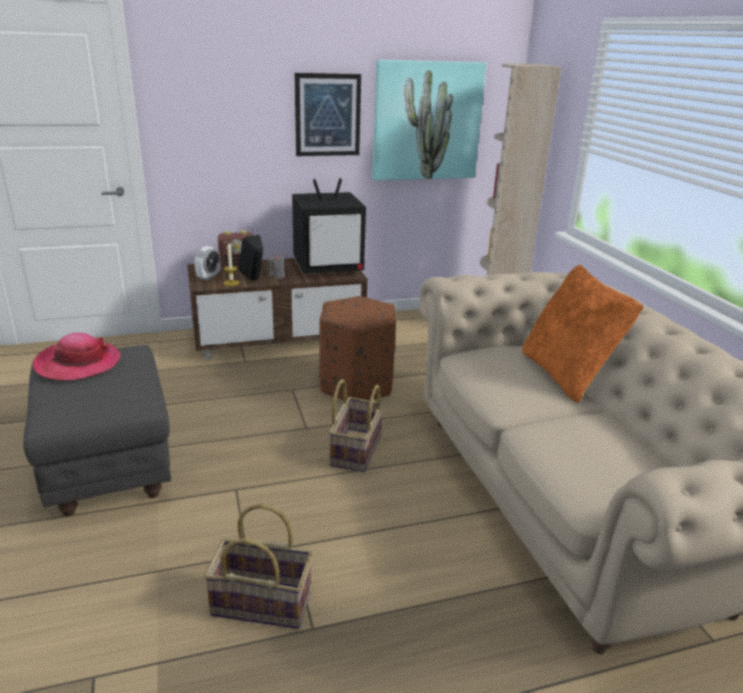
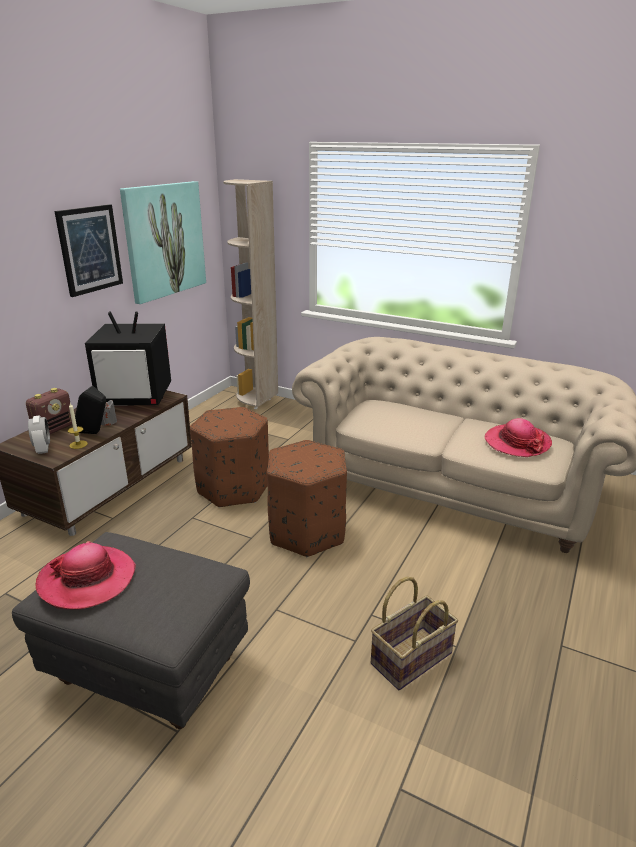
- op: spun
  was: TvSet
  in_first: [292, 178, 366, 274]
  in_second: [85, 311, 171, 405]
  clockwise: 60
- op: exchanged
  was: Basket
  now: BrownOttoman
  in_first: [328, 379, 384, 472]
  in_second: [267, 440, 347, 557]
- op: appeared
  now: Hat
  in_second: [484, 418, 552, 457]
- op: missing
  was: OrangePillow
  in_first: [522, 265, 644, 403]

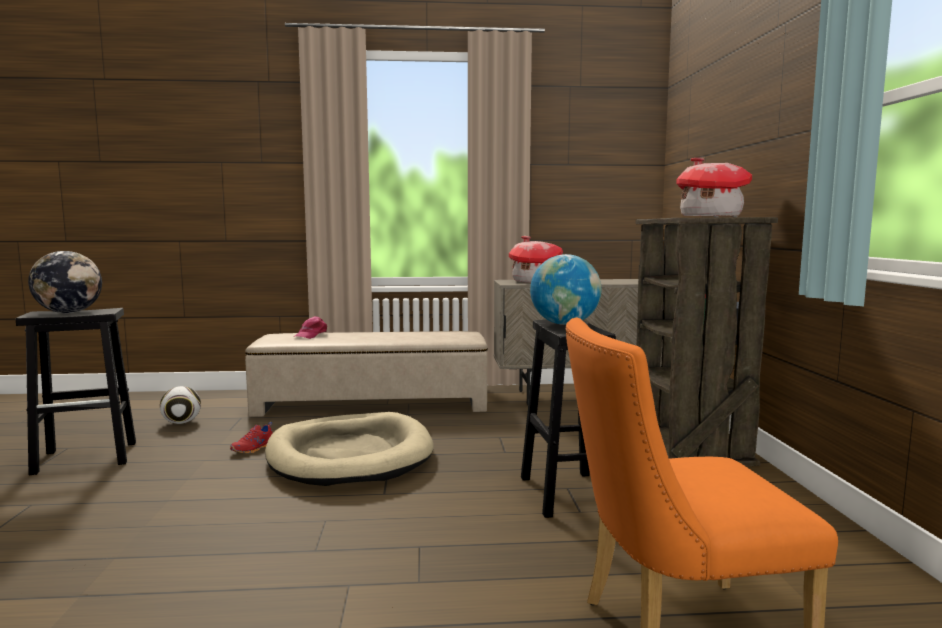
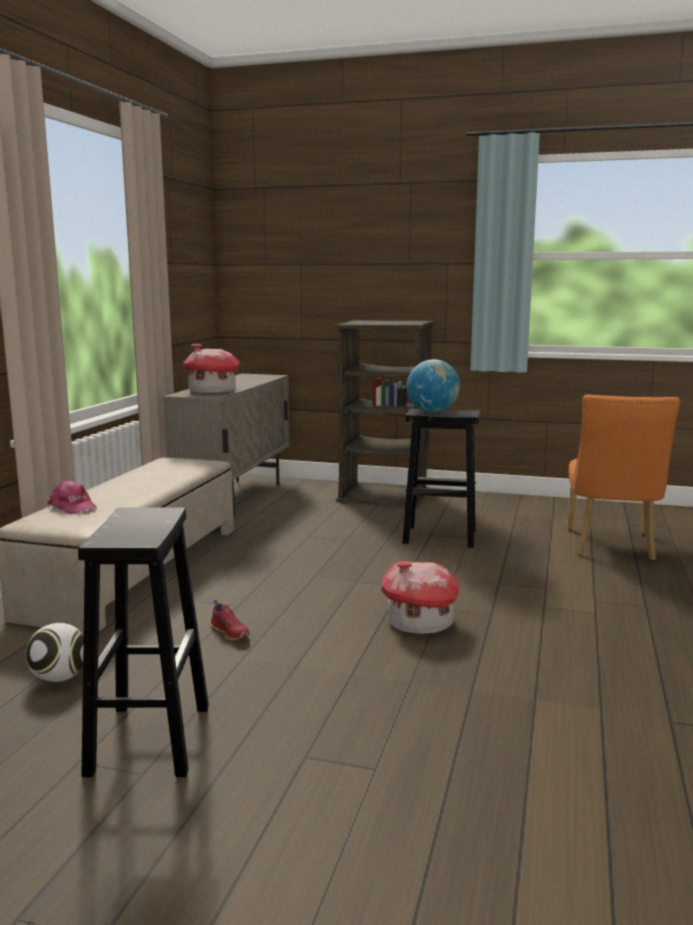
- op: relocated
  was: ModelHouse
  in_first: [676, 158, 752, 218]
  in_second: [382, 561, 459, 634]
- op: missing
  was: Globe
  in_first: [28, 251, 102, 313]
- op: missing
  was: BeigeColouredDogCushion
  in_first: [265, 412, 434, 486]

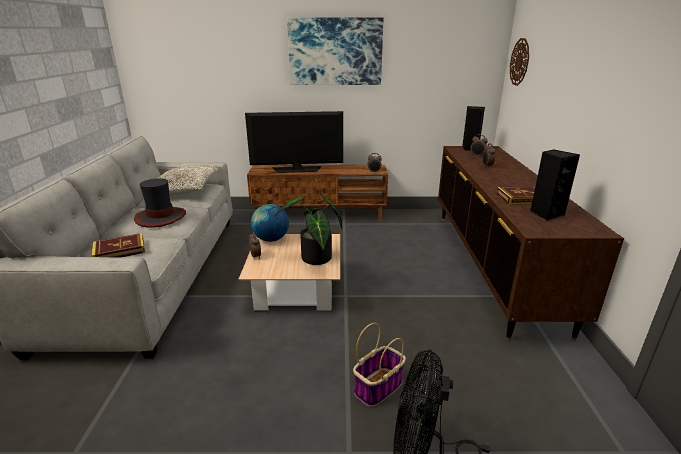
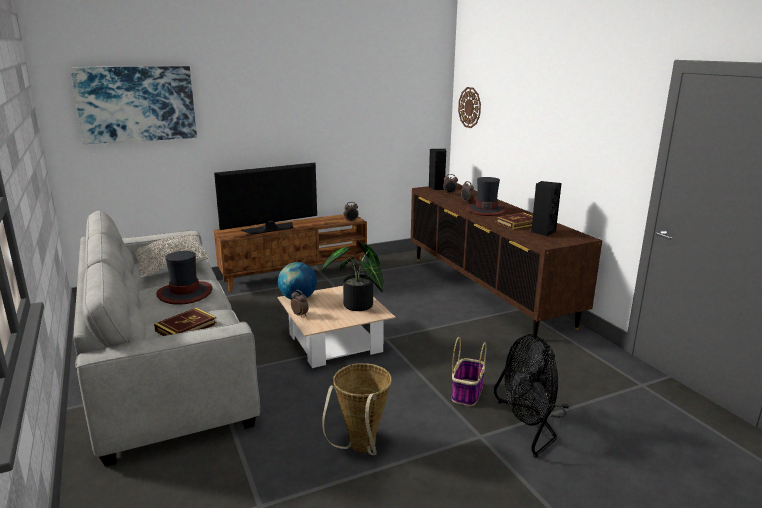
- op: relocated
  was: WallArt
  in_first: [287, 17, 384, 85]
  in_second: [70, 66, 197, 144]
- op: appeared
  now: Basket
  in_second: [322, 363, 392, 455]
- op: appeared
  now: Hat
  in_second: [466, 177, 508, 216]

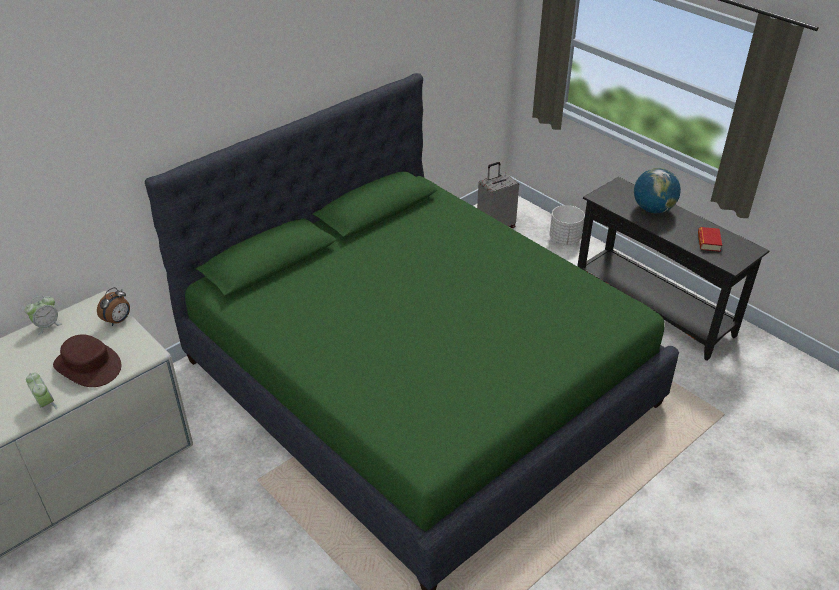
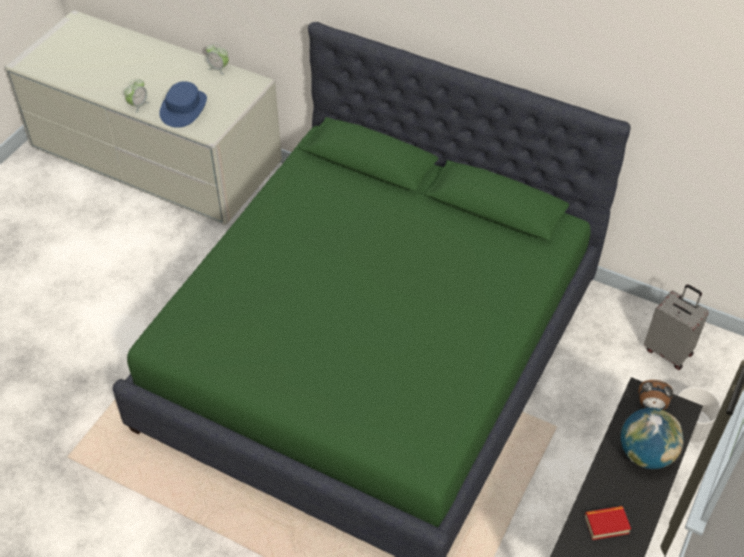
- op: colour
  was: BrownHat
  now: BlueColouredHat
  in_first: [53, 334, 121, 387]
  in_second: [159, 81, 207, 128]
- op: relocated
  was: AlarmClock
  in_first: [97, 287, 130, 326]
  in_second: [639, 380, 673, 410]

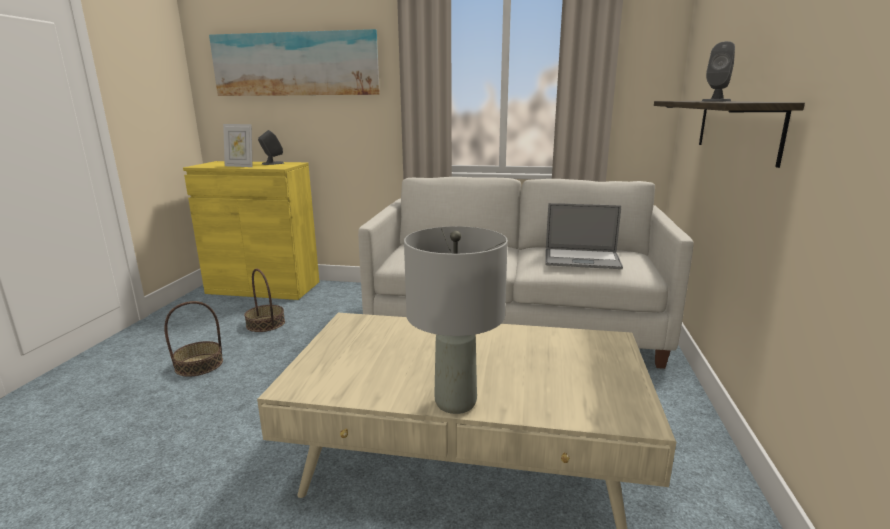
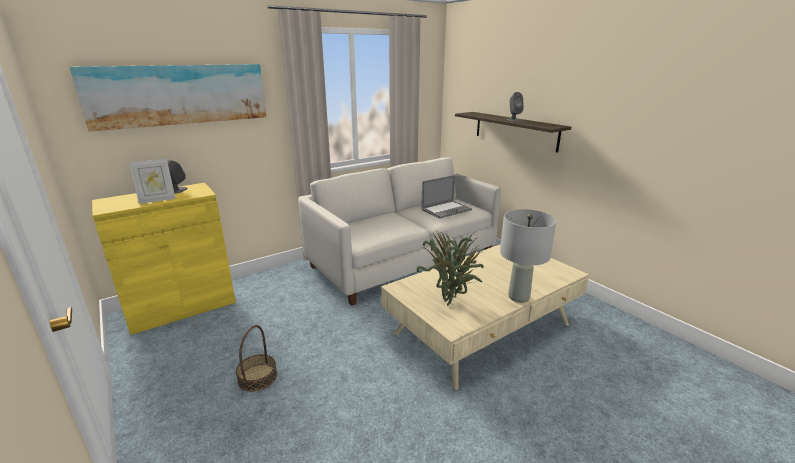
- op: appeared
  now: Houseplant
  in_second: [417, 229, 484, 305]
- op: missing
  was: Basket
  in_first: [244, 269, 285, 332]

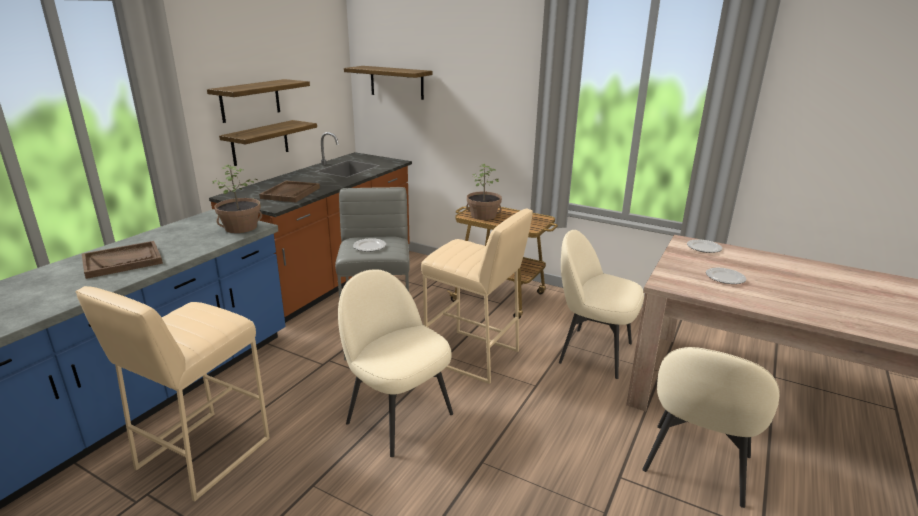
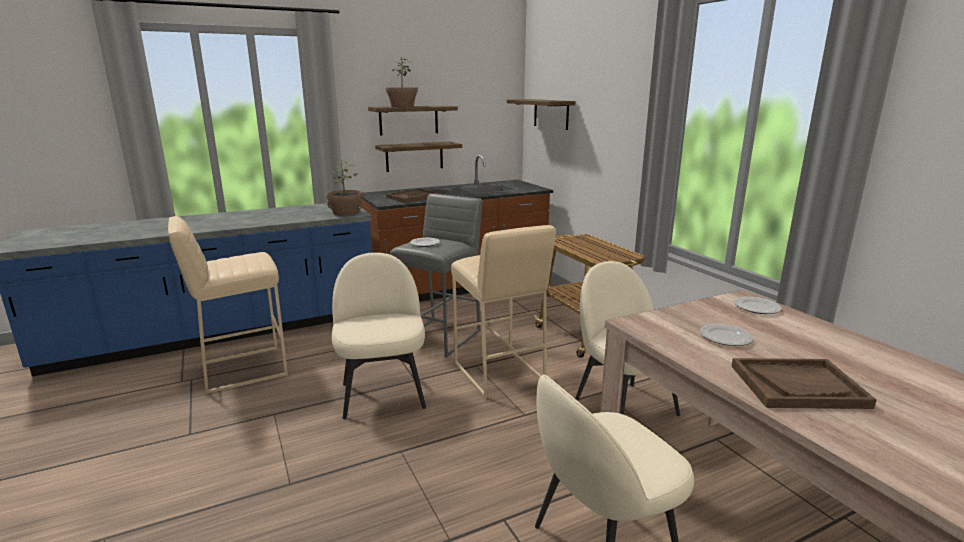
- op: relocated
  was: Houseplant
  in_first: [466, 164, 502, 220]
  in_second: [386, 57, 418, 107]
- op: relocated
  was: BrownCarryingTray
  in_first: [82, 241, 163, 279]
  in_second: [731, 358, 877, 409]

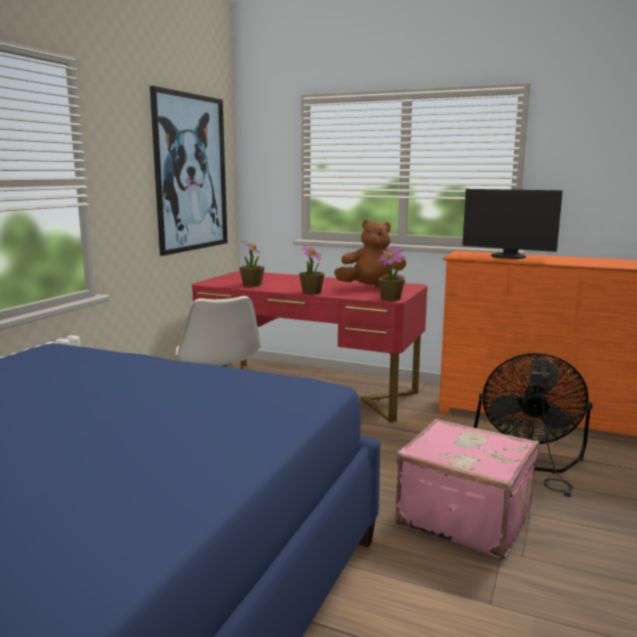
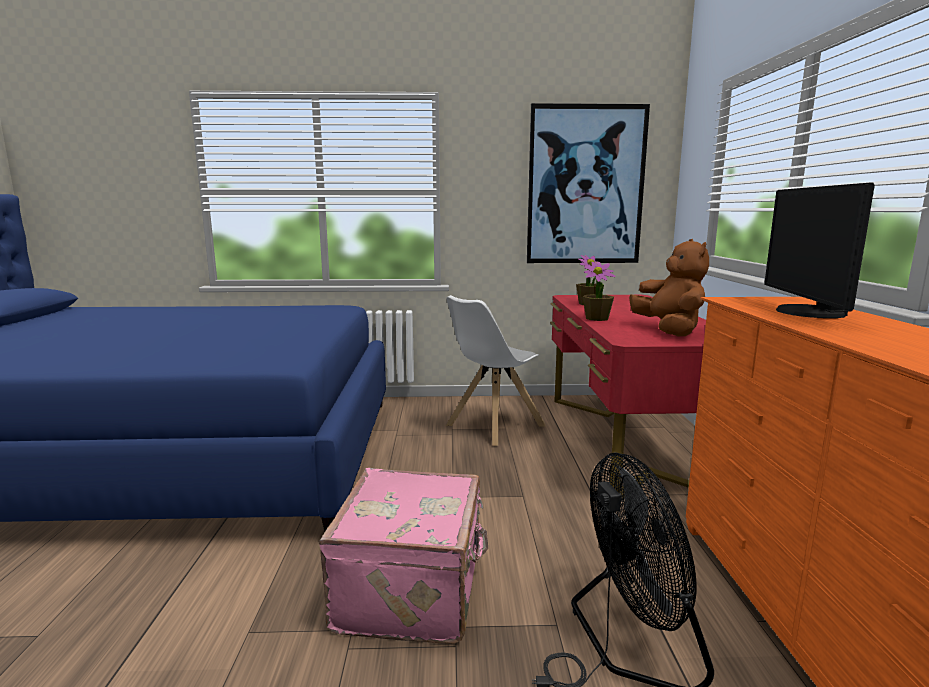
- op: missing
  was: Houseplant
  in_first: [378, 247, 405, 301]

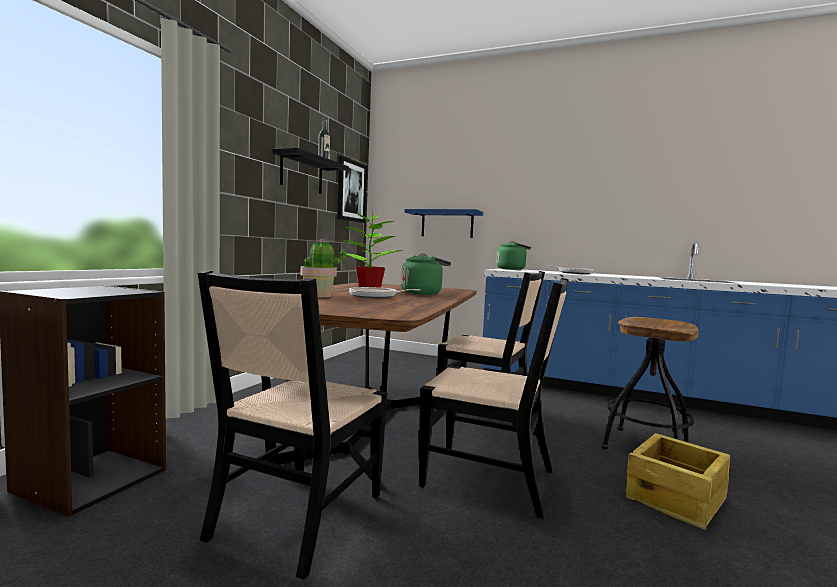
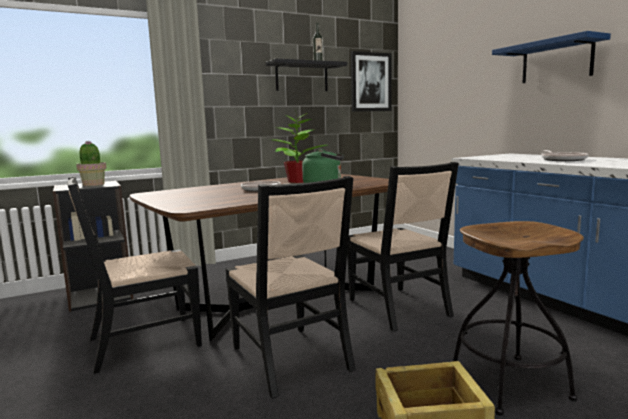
- op: relocated
  was: Houseplant
  in_first: [301, 238, 346, 297]
  in_second: [76, 141, 107, 186]
- op: relocated
  was: BlueColouredBracketShelf
  in_first: [404, 209, 483, 238]
  in_second: [492, 31, 611, 83]
- op: missing
  was: GreenishTeaKettle
  in_first: [497, 241, 531, 270]

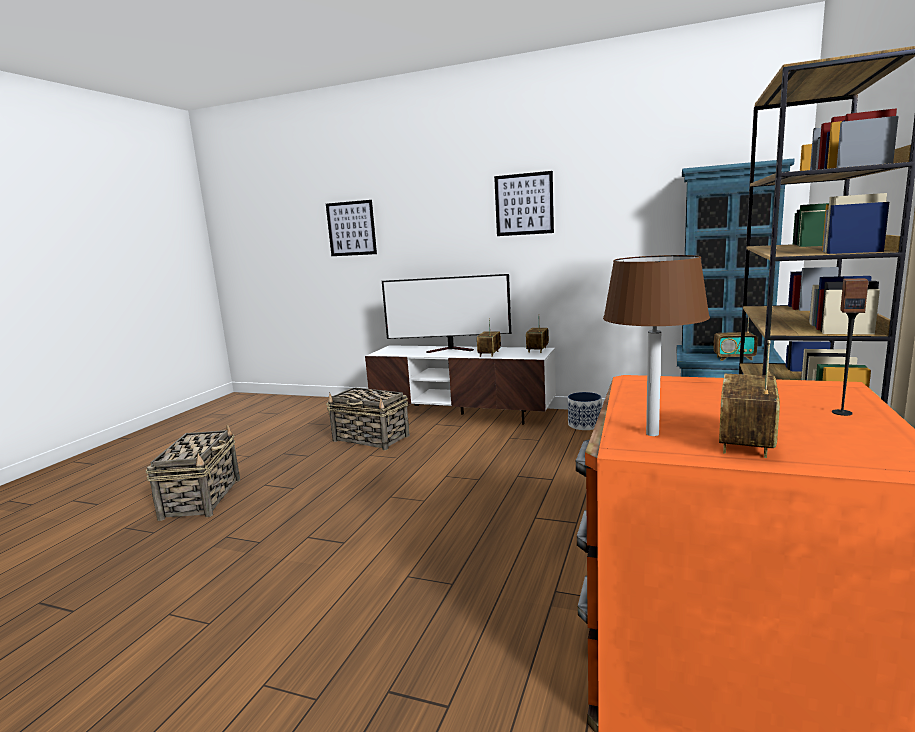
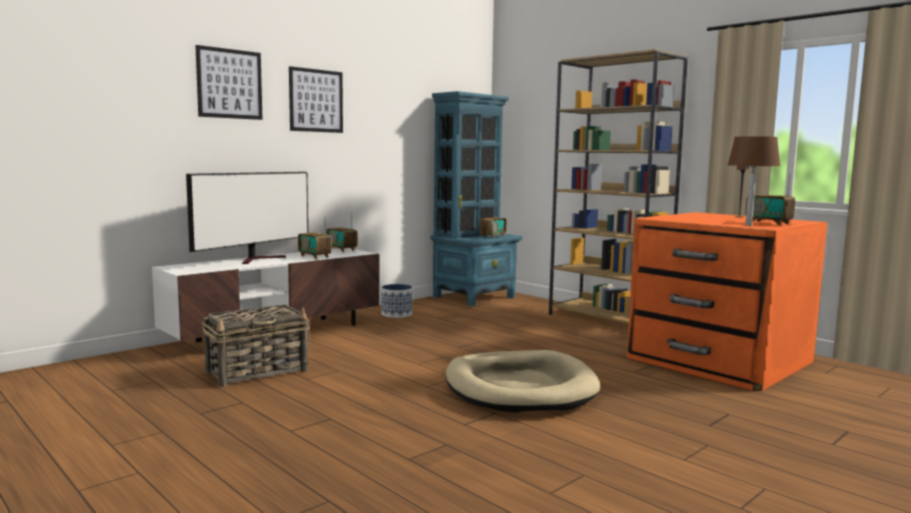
- op: relocated
  was: WallArt
  in_first: [326, 200, 377, 256]
  in_second: [195, 45, 262, 120]
- op: appeared
  now: BeigeColouredDogCushion
  in_second: [445, 350, 600, 413]
- op: missing
  was: Basket
  in_first: [146, 424, 240, 521]

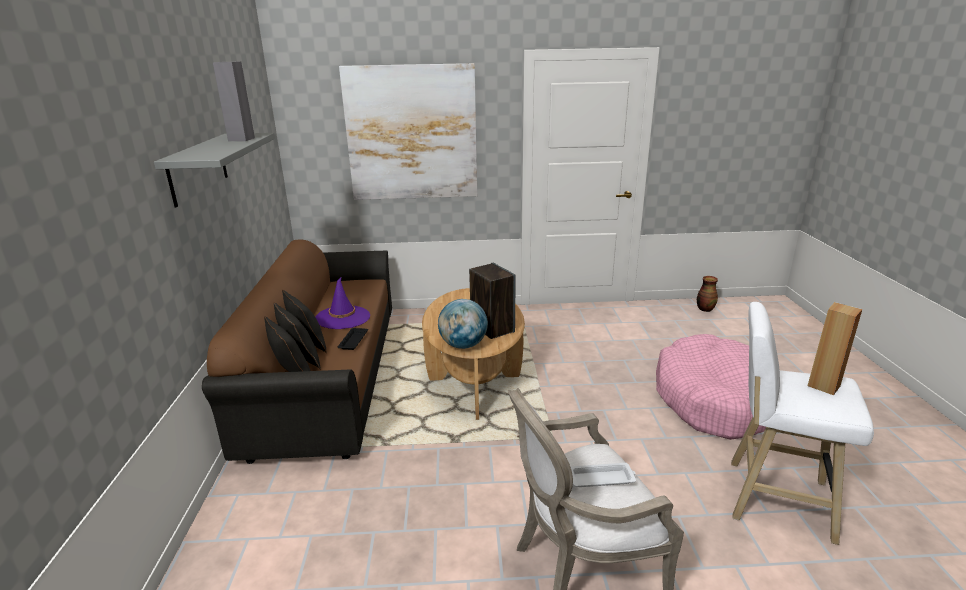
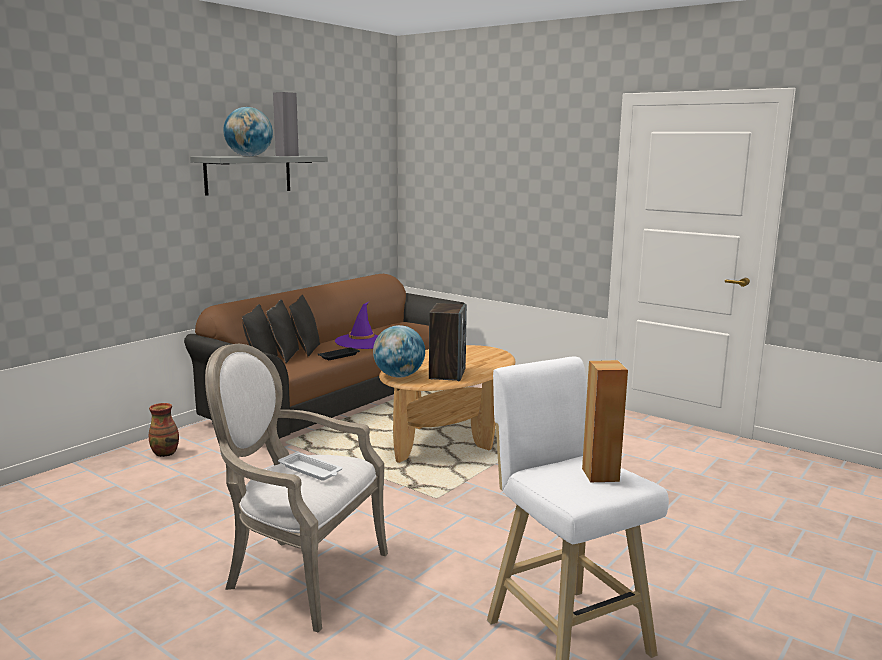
- op: relocated
  was: DecorativeVase
  in_first: [697, 276, 718, 312]
  in_second: [149, 403, 179, 457]
- op: appeared
  now: Globe
  in_second: [223, 107, 273, 156]
- op: missing
  was: WallArt
  in_first: [339, 63, 477, 200]
- op: missing
  was: PinkColouredDogCushion
  in_first: [656, 334, 766, 440]

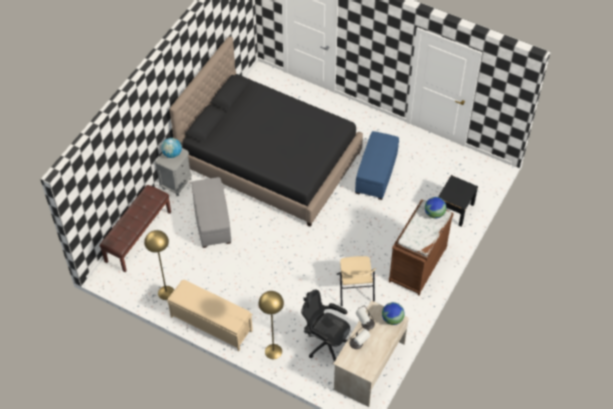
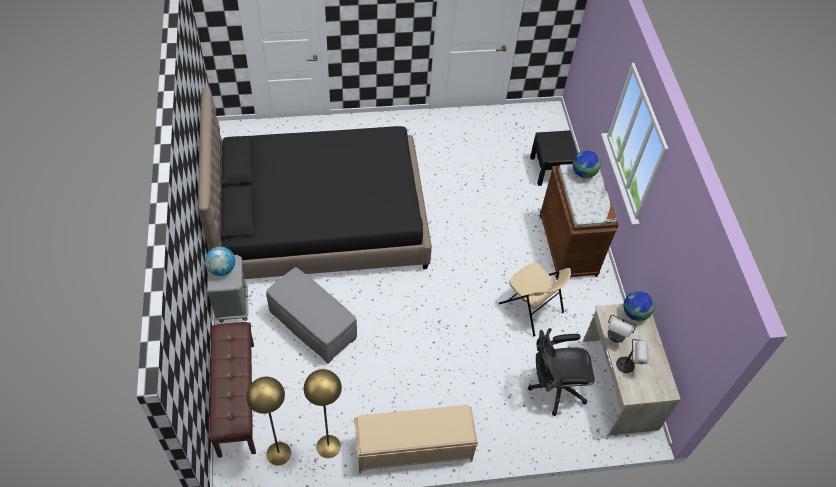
- op: relocated
  was: YellowColouredStandardLamp
  in_first: [259, 291, 284, 359]
  in_second: [246, 377, 291, 465]
- op: missing
  was: BlueColouredOttoman
  in_first: [355, 131, 399, 200]

